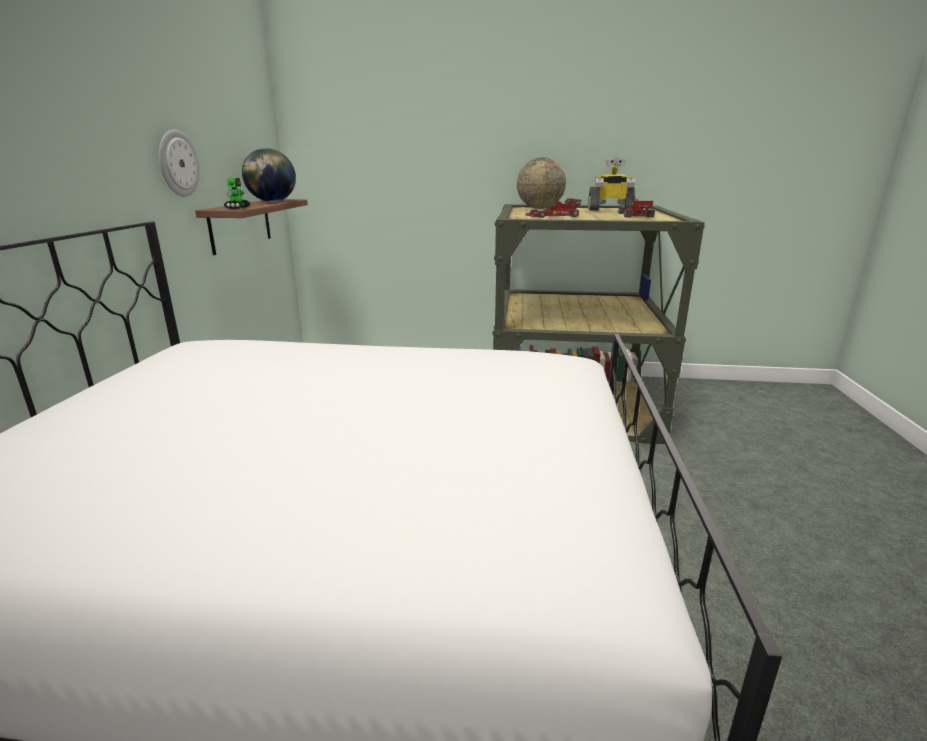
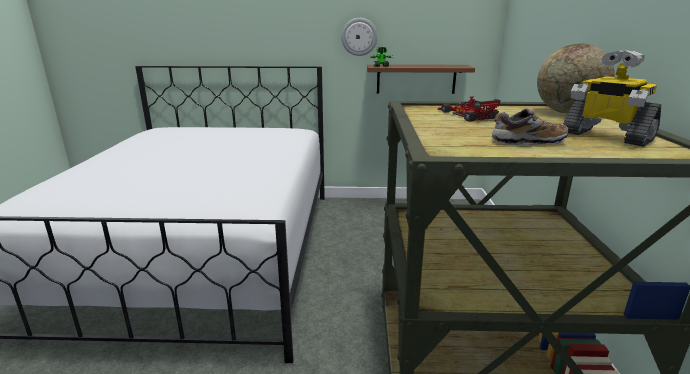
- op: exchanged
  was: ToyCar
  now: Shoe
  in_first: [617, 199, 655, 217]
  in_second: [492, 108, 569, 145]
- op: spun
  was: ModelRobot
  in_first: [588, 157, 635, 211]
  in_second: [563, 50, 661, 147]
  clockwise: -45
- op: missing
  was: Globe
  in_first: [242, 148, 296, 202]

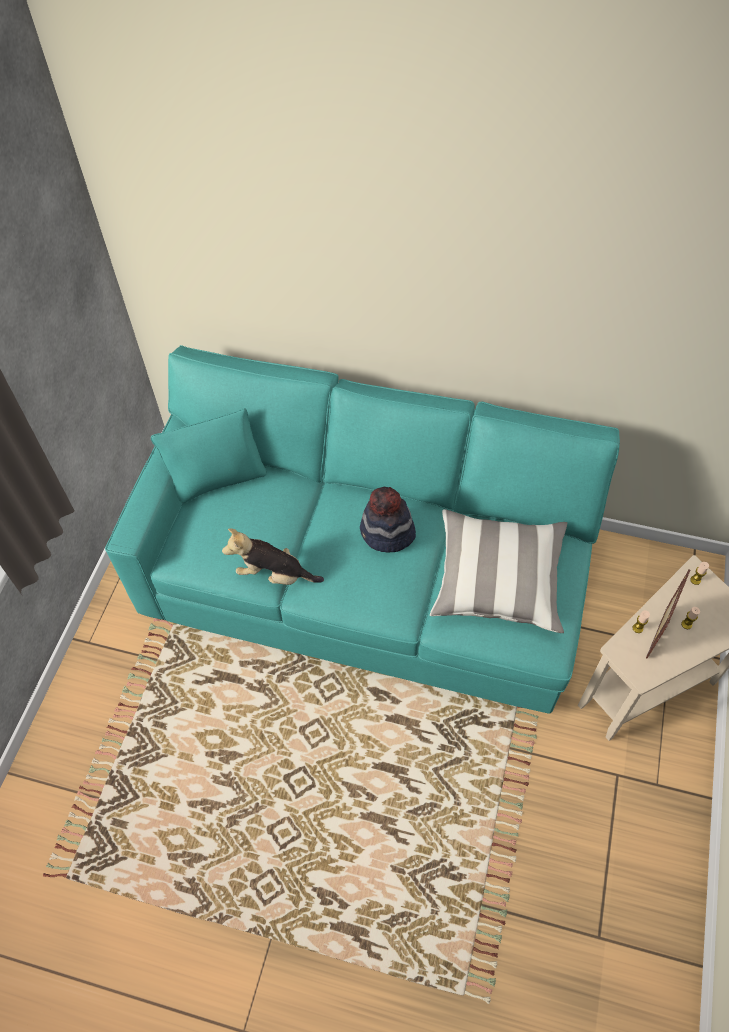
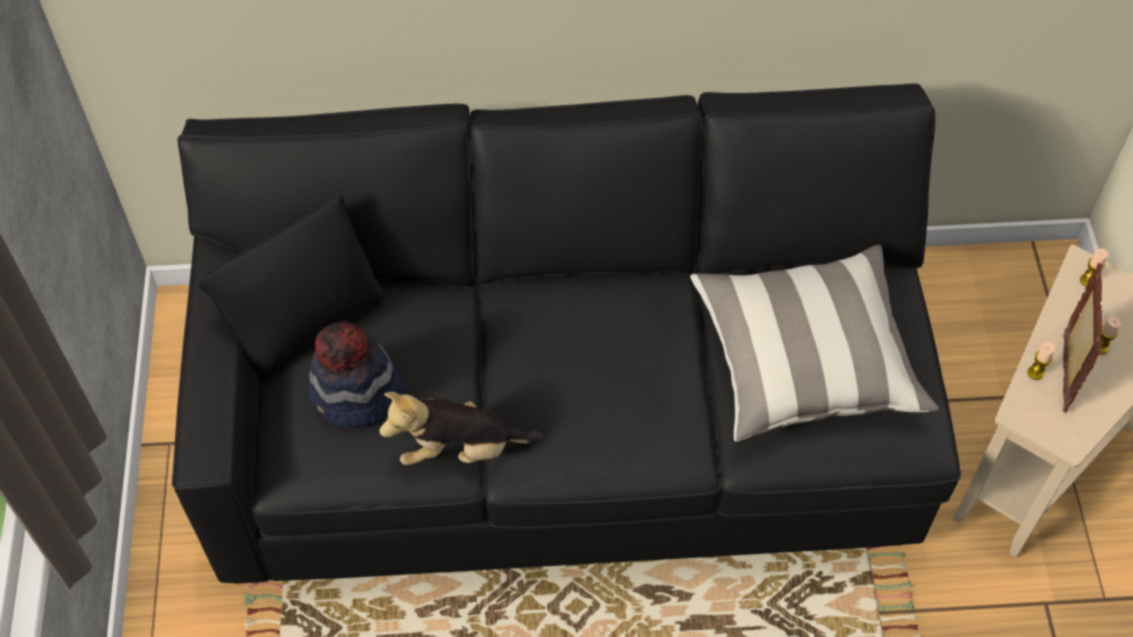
- op: colour
  was: TurquoiseSofa
  now: BlackishSofa
  in_first: [105, 345, 620, 714]
  in_second: [172, 83, 961, 584]
- op: relocated
  was: Hat
  in_first: [360, 487, 416, 553]
  in_second: [309, 321, 405, 428]

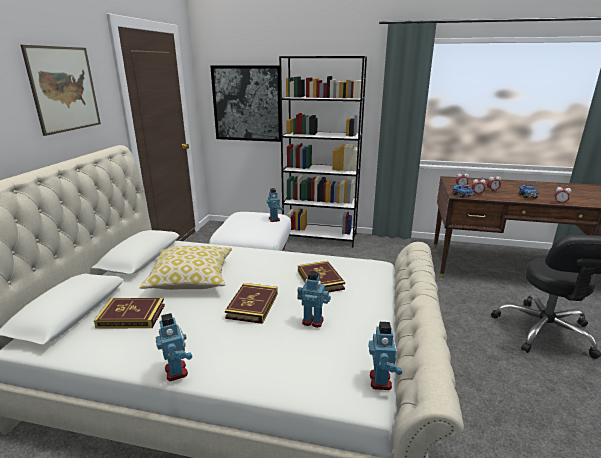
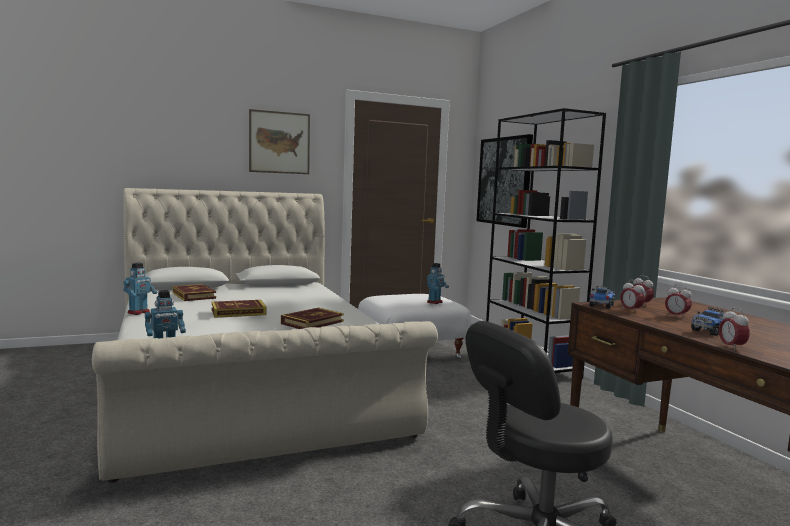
- op: missing
  was: Pillow
  in_first: [140, 246, 232, 290]
- op: missing
  was: ModelRobot
  in_first: [297, 271, 331, 328]

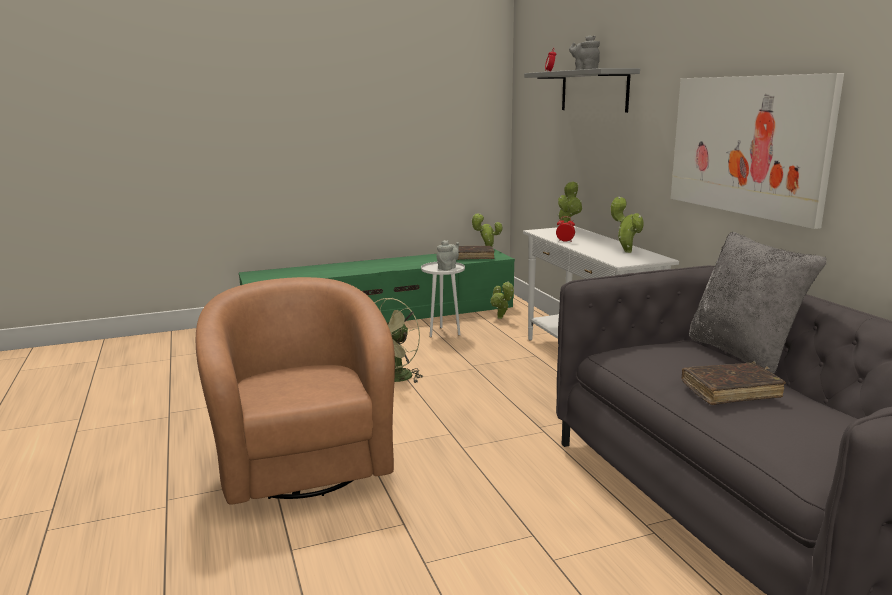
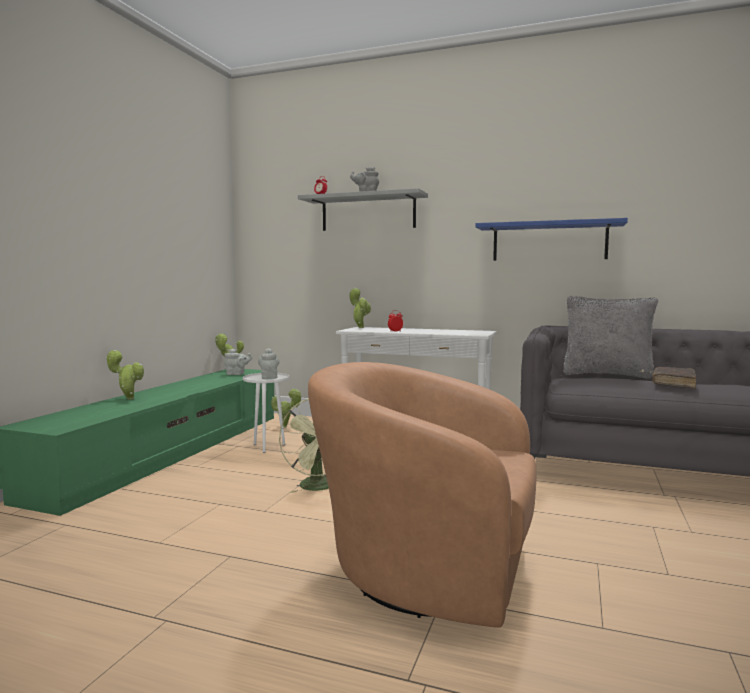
- op: relocated
  was: Houseplant
  in_first: [611, 197, 644, 253]
  in_second: [106, 350, 144, 400]
- op: exchanged
  was: BrownVolume
  now: GreyPotForTea
  in_first: [457, 246, 495, 260]
  in_second: [224, 349, 252, 375]
- op: exchanged
  was: WallArt
  now: BlueColouredBracketShelf
  in_first: [671, 73, 844, 229]
  in_second: [475, 218, 628, 261]

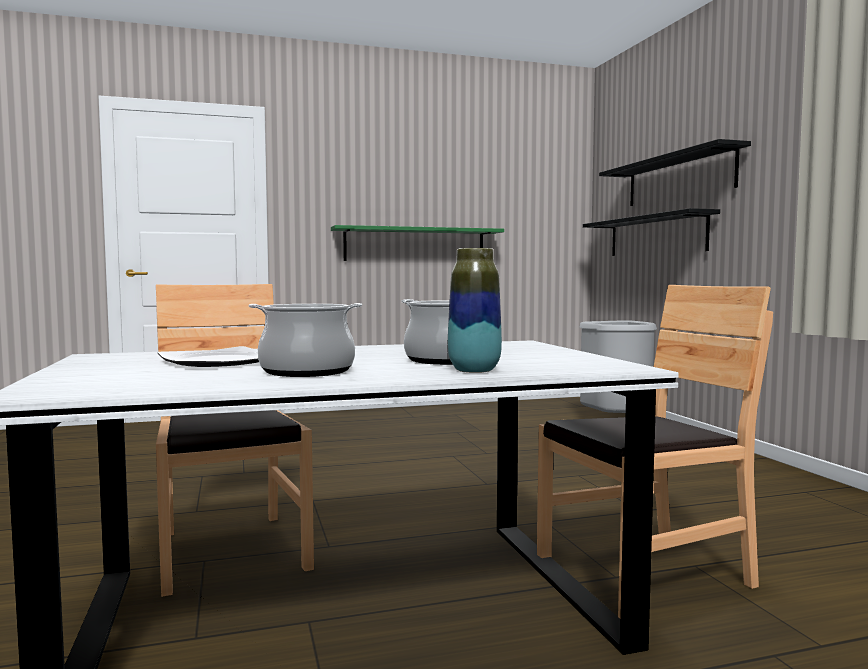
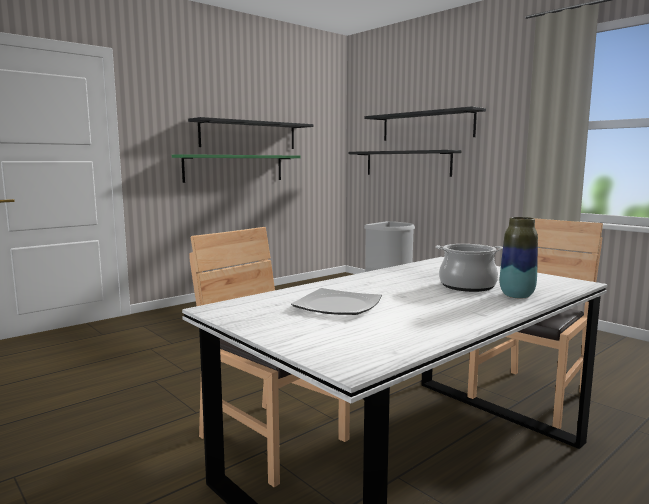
- op: appeared
  now: BlackishBracketShelf
  in_second: [188, 117, 313, 149]
- op: missing
  was: CookingPot
  in_first: [249, 303, 362, 377]

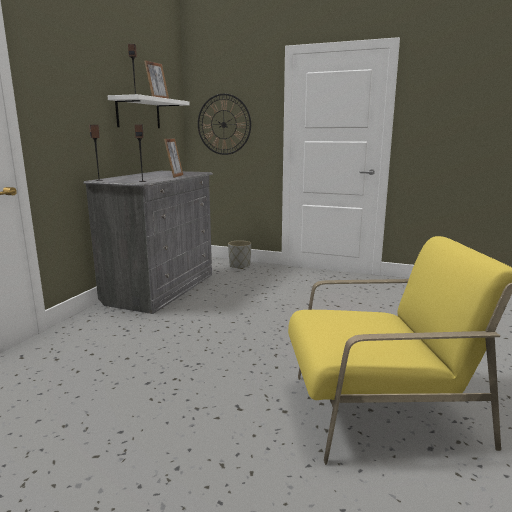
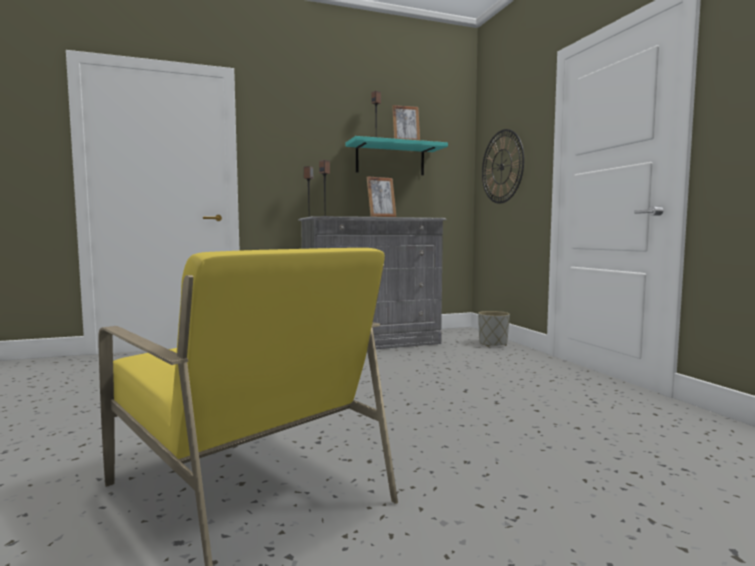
- op: colour
  was: WhiteBracketShelf
  now: TurquoiseBracketShelf
  in_first: [108, 94, 190, 128]
  in_second: [345, 136, 448, 175]

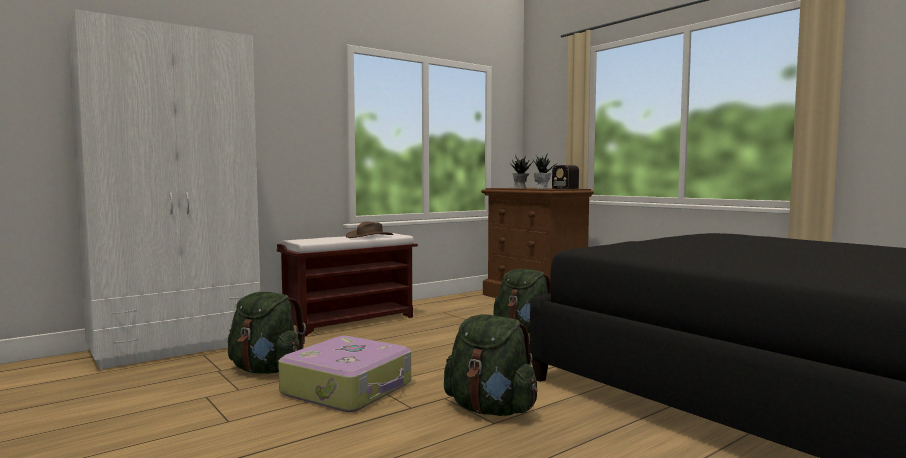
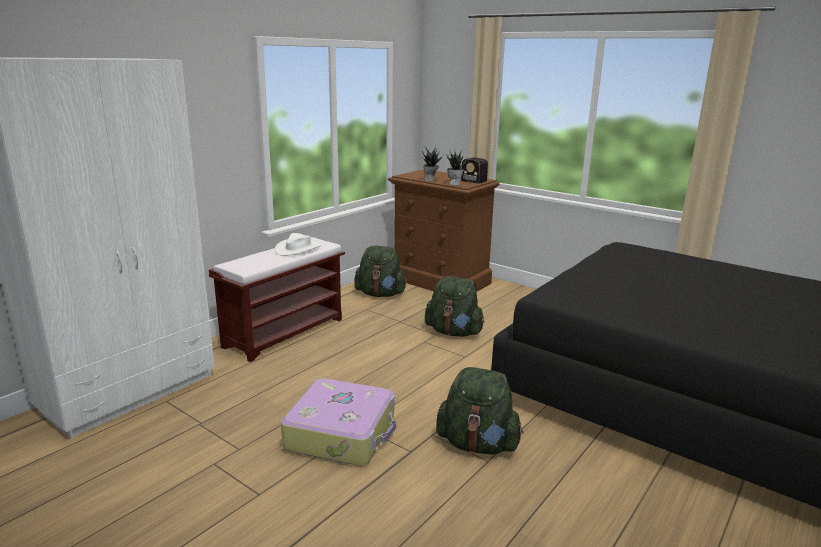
- op: colour
  was: BrownHat
  now: WhiteHat
  in_first: [346, 221, 393, 238]
  in_second: [275, 233, 322, 256]
- op: relocated
  was: GreenishBackpack
  in_first: [228, 292, 306, 374]
  in_second: [354, 246, 407, 297]

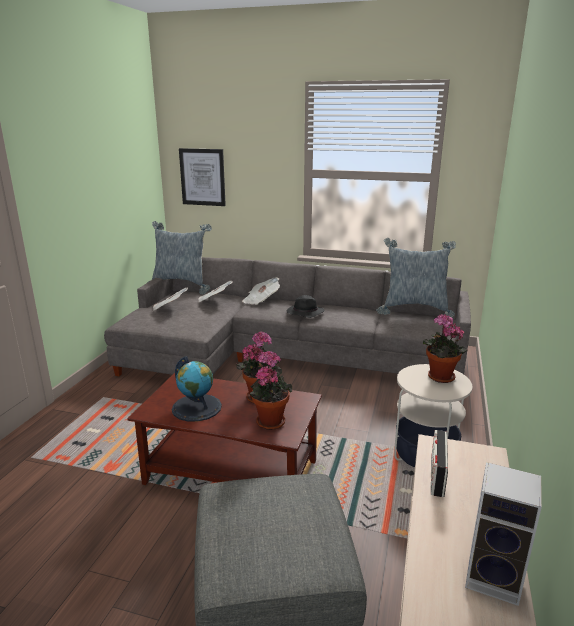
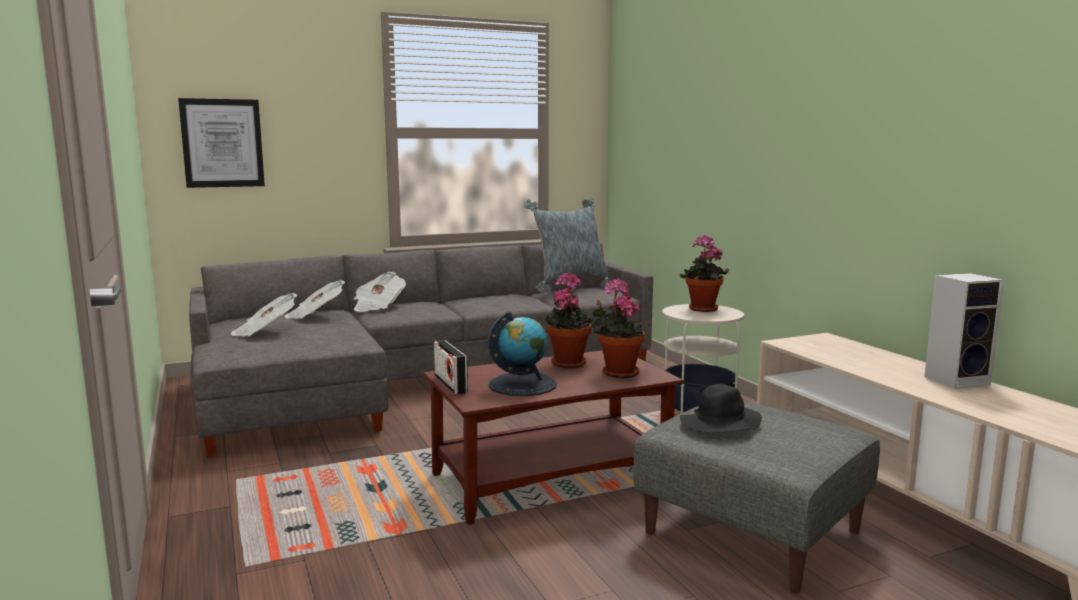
- op: relocated
  was: Radio
  in_first: [431, 430, 448, 497]
  in_second: [434, 340, 468, 394]
- op: relocated
  was: BlackishHat
  in_first: [287, 295, 324, 318]
  in_second: [680, 384, 762, 433]
- op: missing
  was: Pillow
  in_first: [147, 221, 212, 295]

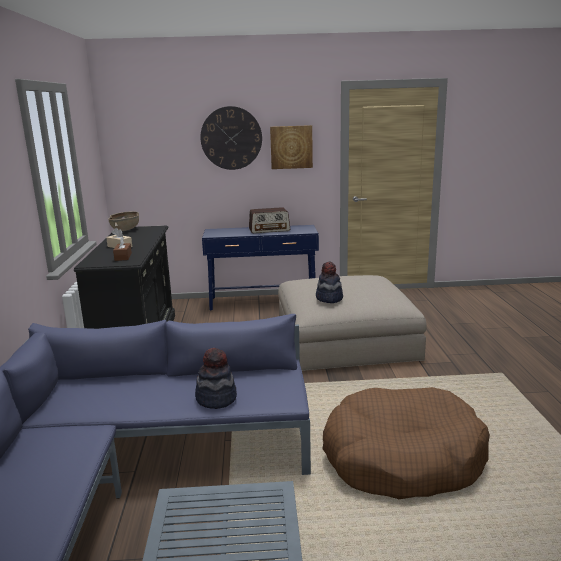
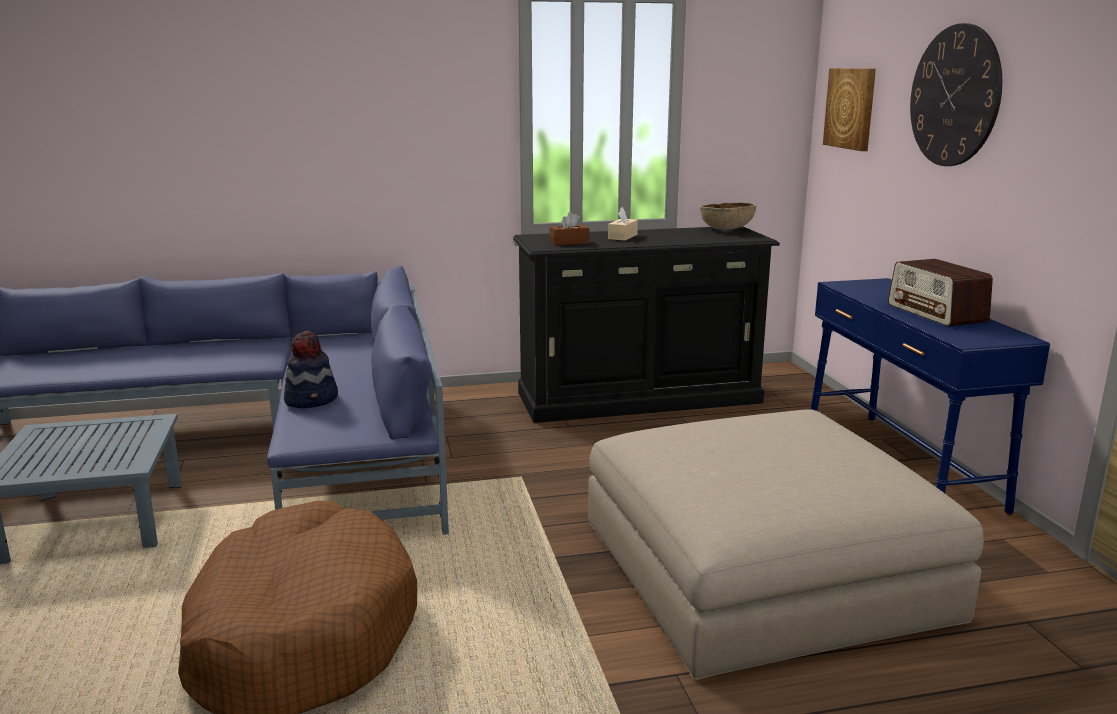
- op: relocated
  was: WallArt
  in_first: [270, 125, 313, 169]
  in_second: [823, 68, 876, 151]
- op: missing
  was: Hat
  in_first: [316, 261, 343, 303]

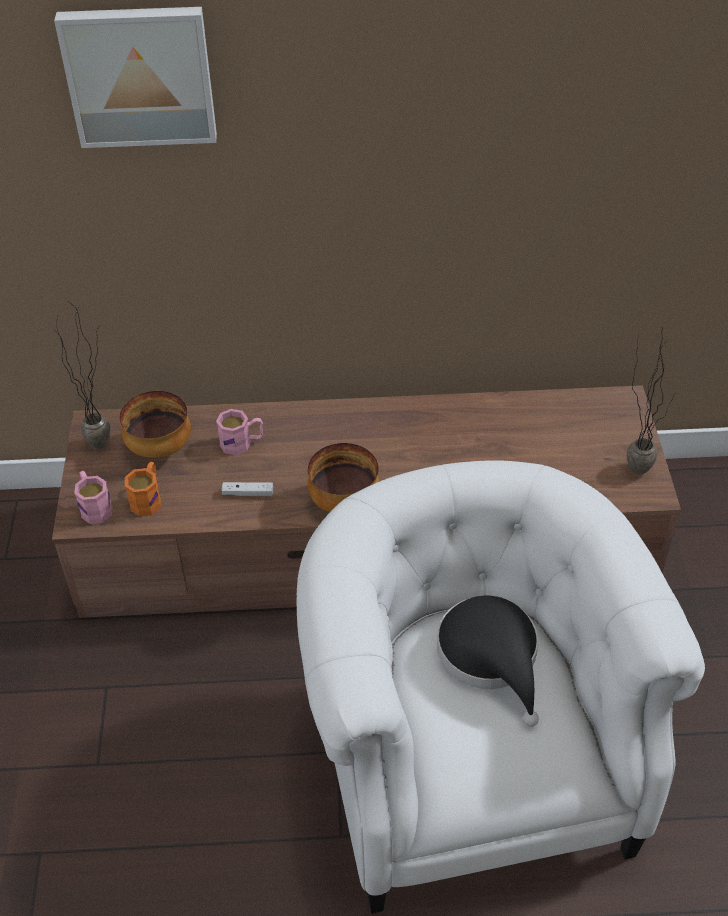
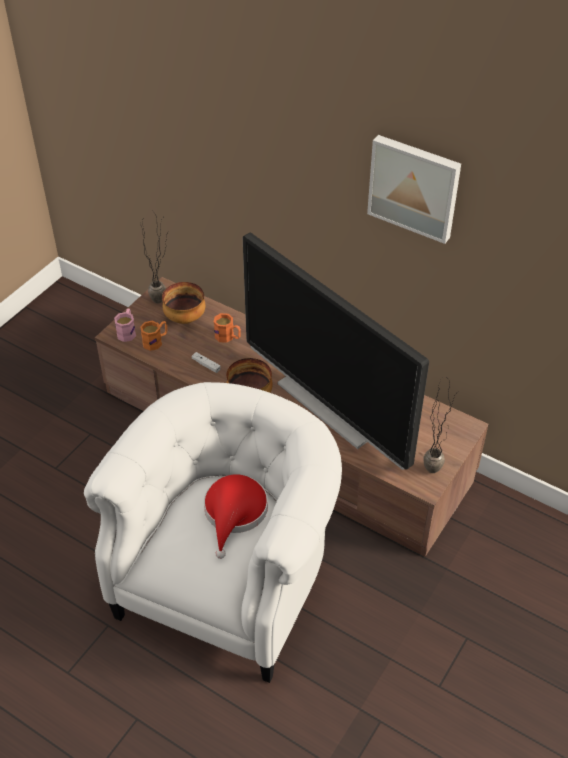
- op: colour
  was: BlackishHat
  now: RedColouredHat
  in_first: [437, 596, 539, 727]
  in_second: [204, 474, 268, 559]
- op: colour
  was: PinkColouredCoffeeMug
  now: OrangeCoffeeMug
  in_first: [216, 409, 263, 455]
  in_second: [214, 313, 241, 343]
- op: appeared
  now: TvSet
  in_second: [243, 233, 429, 470]
- op: relocated
  was: WallArt
  in_first: [54, 7, 217, 148]
  in_second: [367, 135, 461, 244]

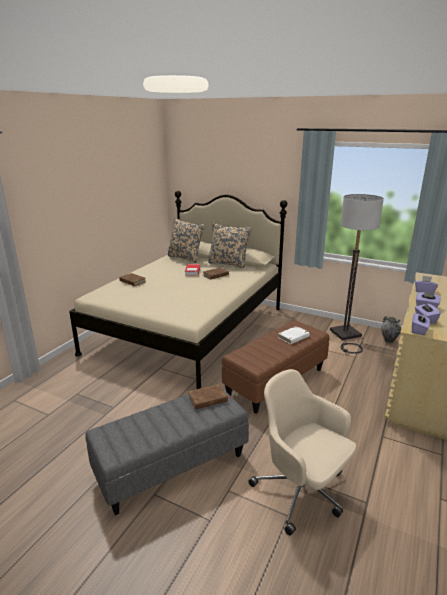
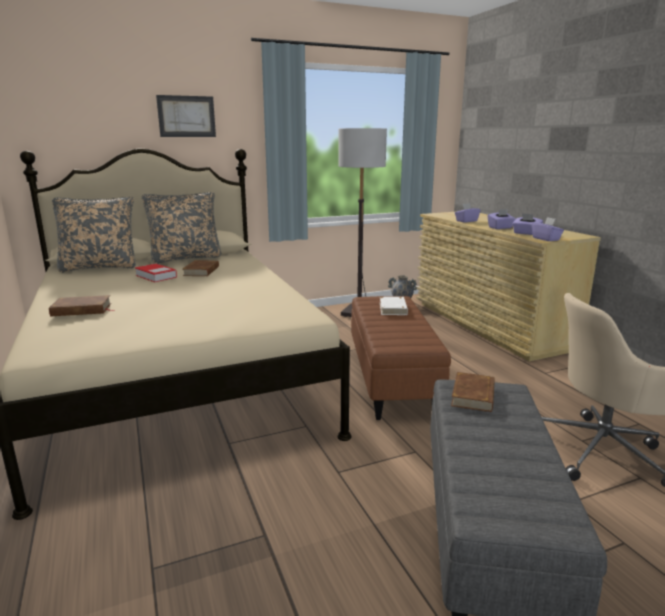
- op: appeared
  now: WallArt
  in_second: [156, 95, 216, 137]

